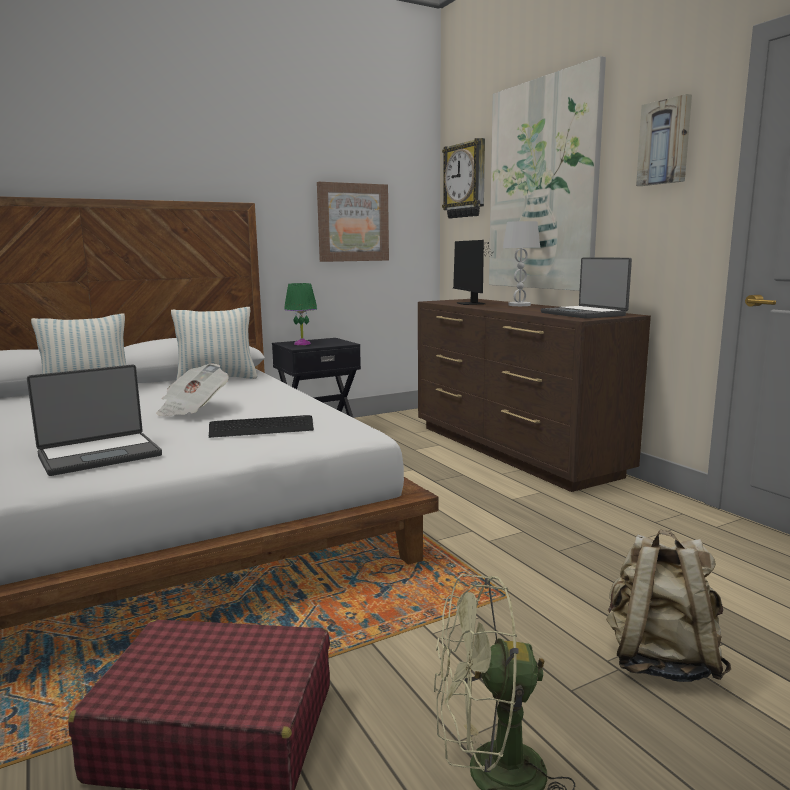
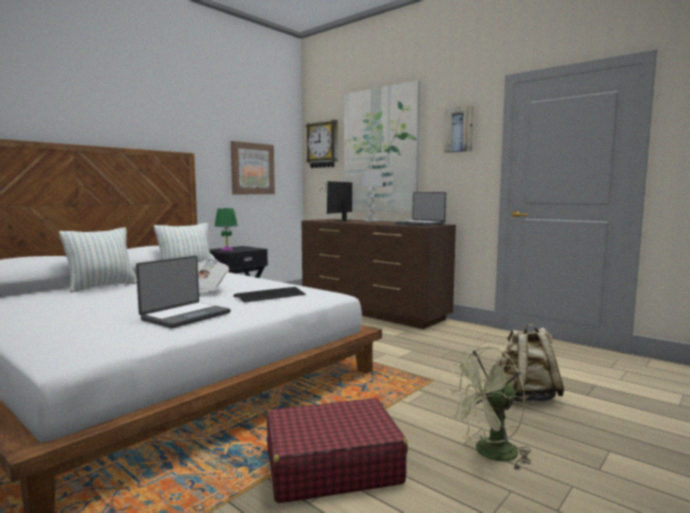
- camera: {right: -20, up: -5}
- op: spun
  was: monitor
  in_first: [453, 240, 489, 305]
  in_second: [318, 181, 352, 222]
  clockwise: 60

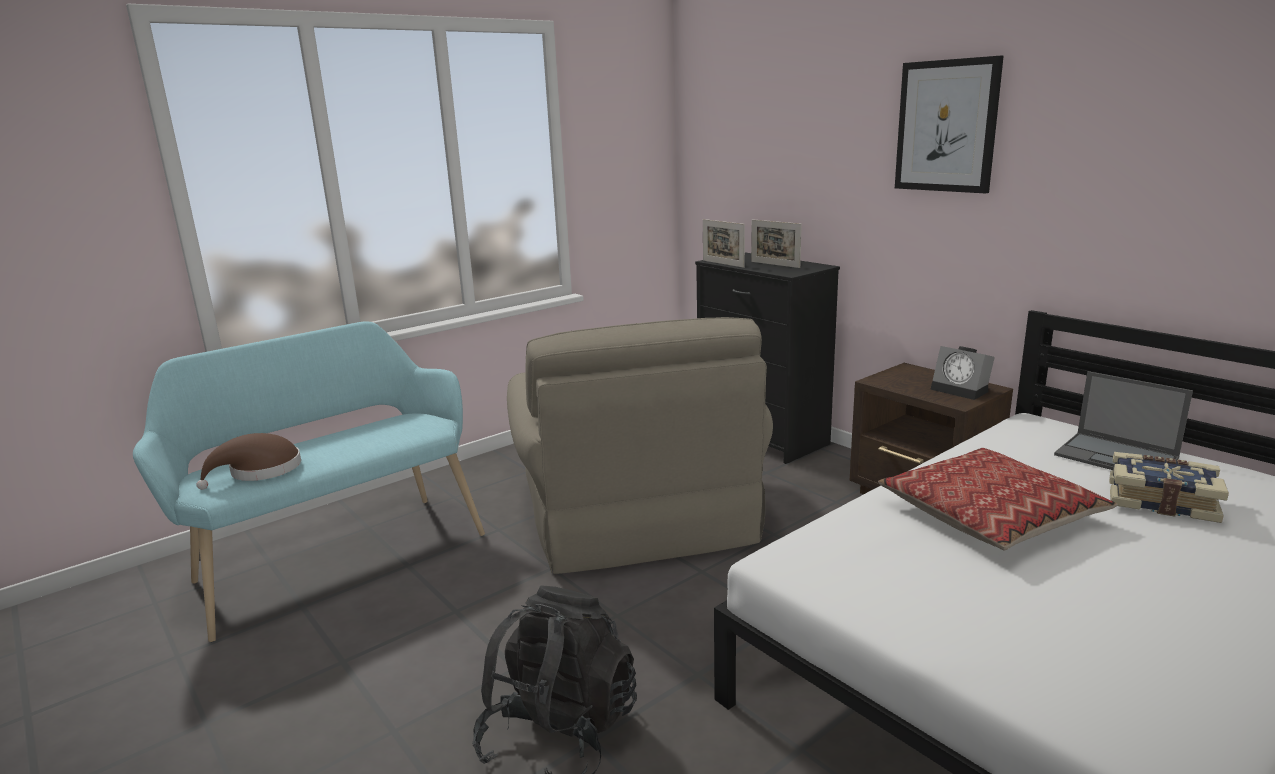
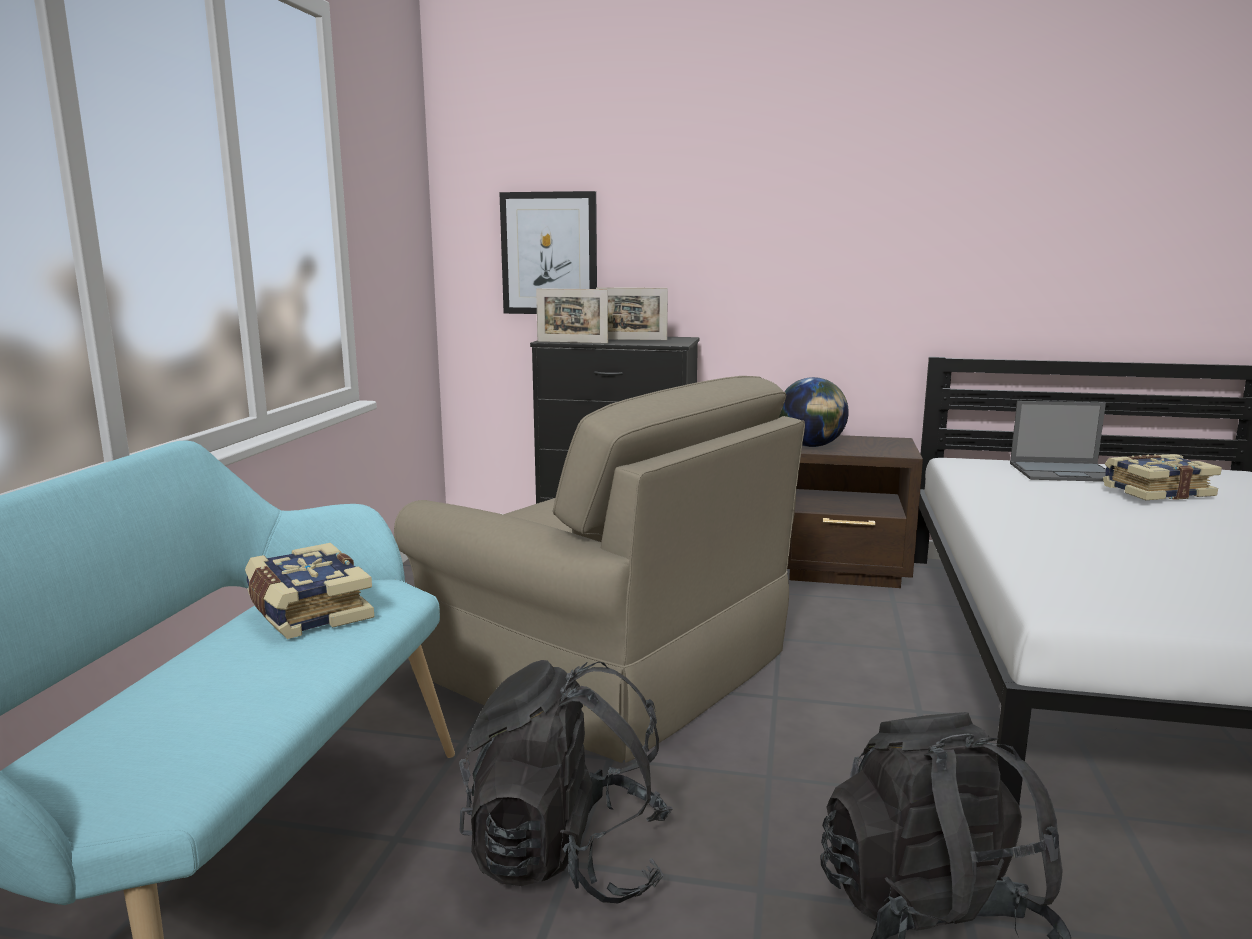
- camera: {right: -40, up: -5}
- op: relocated
  was: picture
  in_first: [895, 56, 1004, 194]
  in_second: [499, 191, 597, 314]
- op: missing
  was: alarm clock
  in_first: [930, 346, 995, 400]
- op: missing
  was: hat/brown
  in_first: [197, 433, 301, 490]
- op: missing
  was: pillow
  in_first: [878, 448, 1118, 550]
- op: appeared
  now: globe
  in_second: [779, 377, 849, 447]
- op: appeared
  now: book
  in_second: [245, 543, 374, 639]
- op: appeared
  now: backpack/black
  in_second: [459, 660, 673, 903]

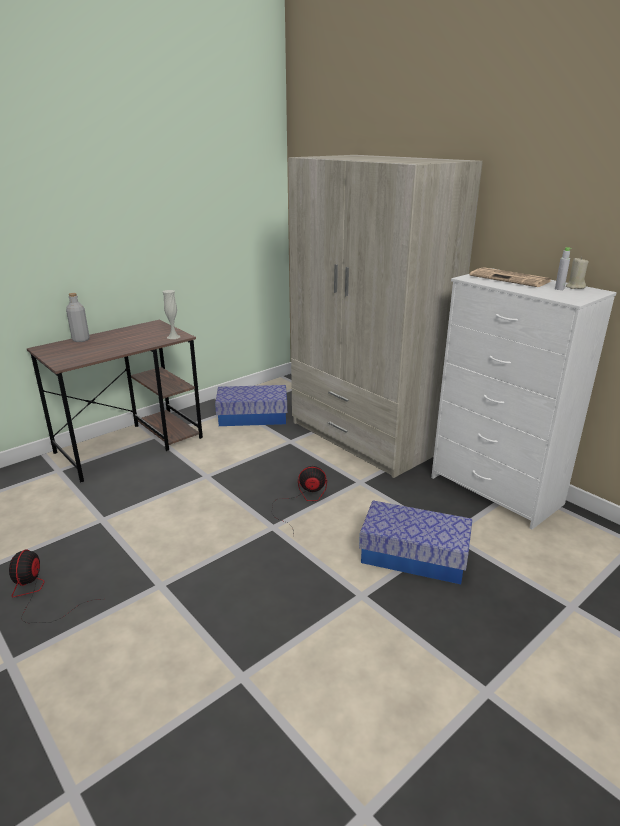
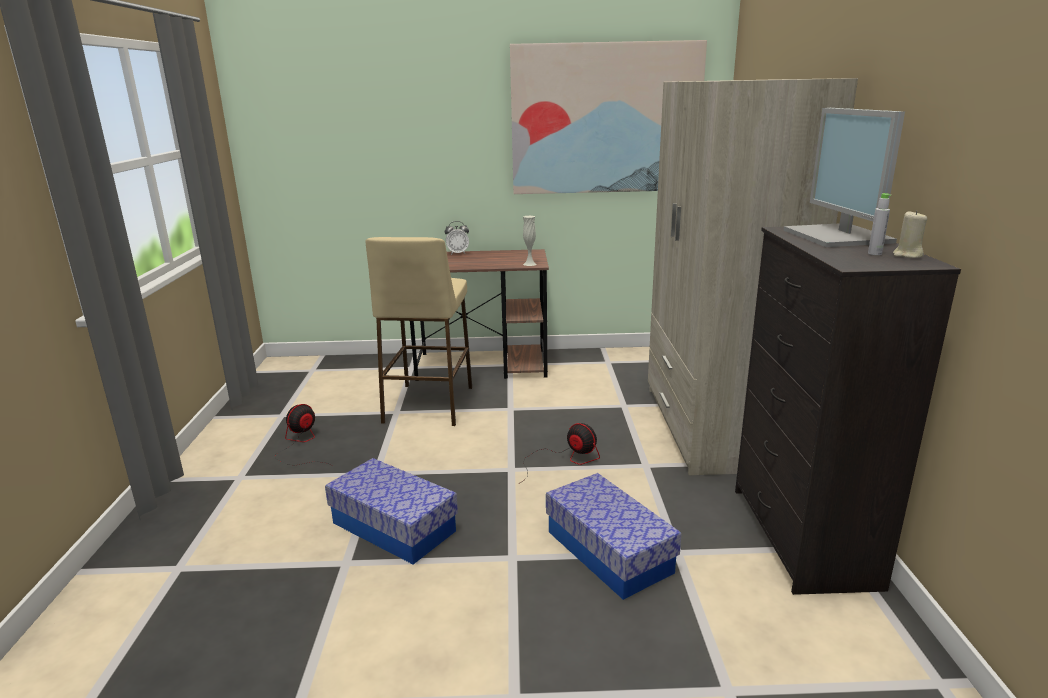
- camera: {right: 40, up: -5}
- op: exchanged
  was: newspaper
  now: monitor
  in_first: [469, 267, 551, 287]
  in_second: [784, 108, 905, 247]
- op: colour
  was: dresser/white
  now: dresser/black
  in_first: [431, 268, 617, 530]
  in_second: [735, 227, 961, 595]
- op: exchanged
  was: bottle/grey
  now: alarm clock
  in_first: [66, 293, 90, 342]
  in_second: [445, 221, 469, 255]
- op: relocated
  was: storage box
  in_first: [215, 385, 287, 426]
  in_second: [325, 458, 458, 564]
- op: appeared
  now: picture
  in_second: [510, 40, 707, 194]
- op: appeared
  now: stool/beige
  in_second: [365, 237, 472, 426]

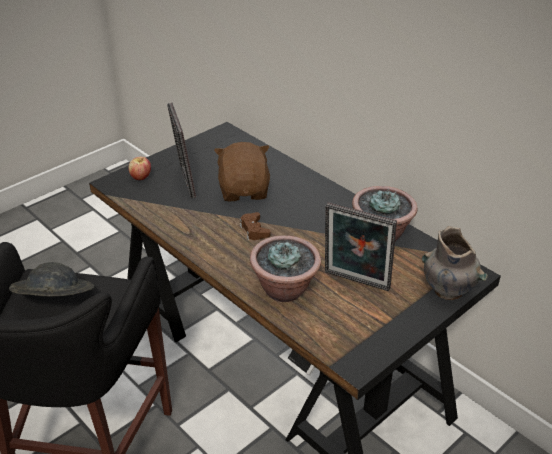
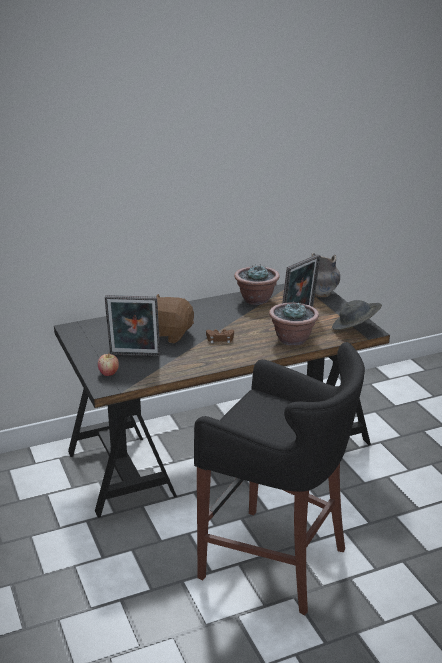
- camera: {right: -70, up: -10}
- op: relocated
  was: hat/grey
  in_first: [9, 262, 94, 297]
  in_second: [332, 300, 382, 330]

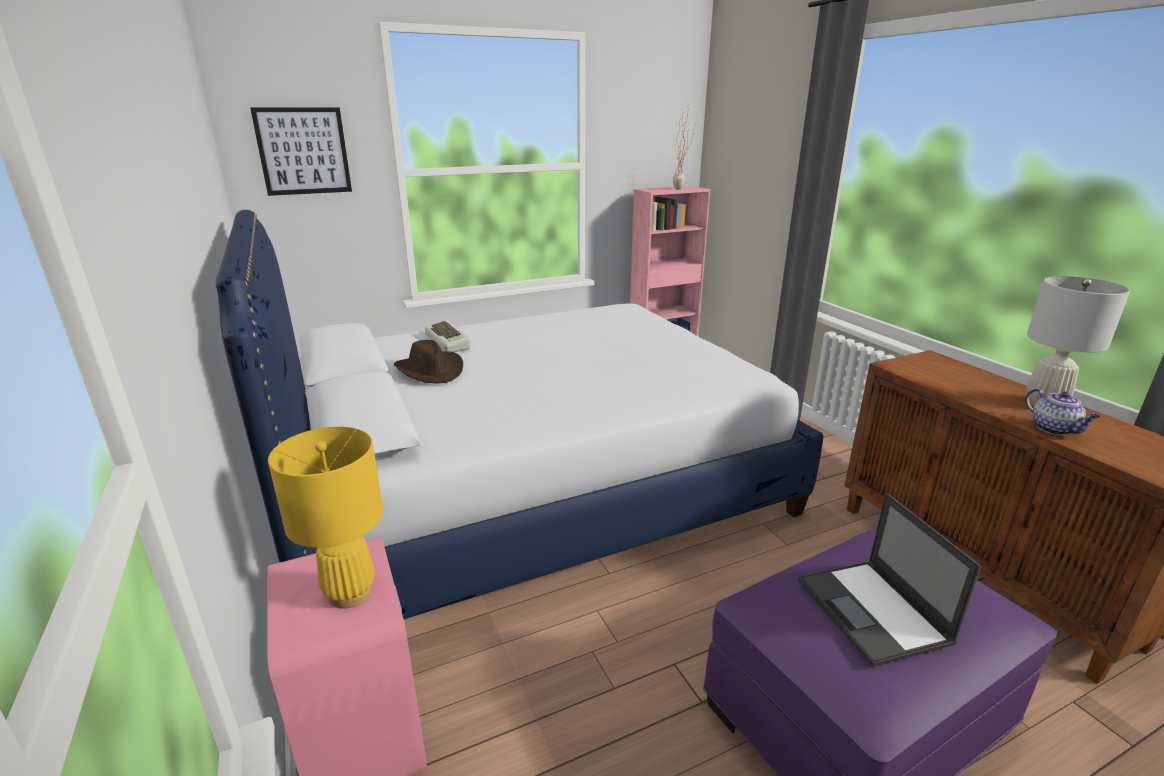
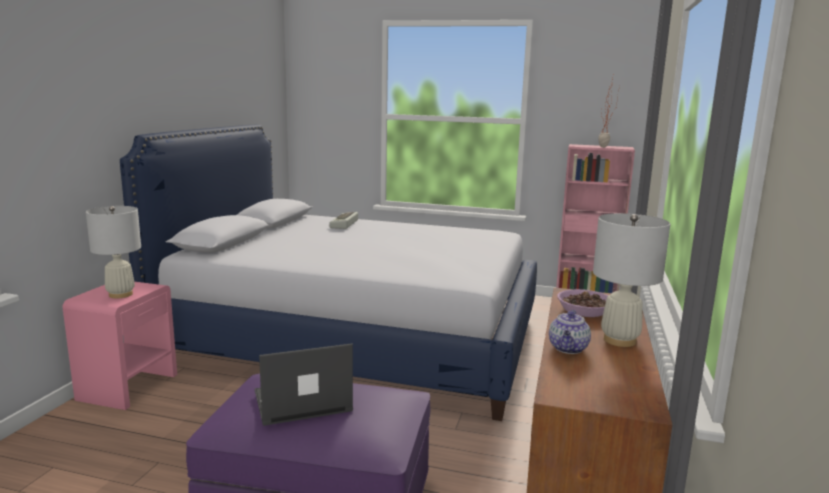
- camera: {right: 40, up: -10}
- op: missing
  was: picture
  in_first: [250, 107, 352, 196]
- op: missing
  was: hat/brown
  in_first: [394, 340, 463, 384]
- op: colour
  was: table lamp/yellow
  now: table lamp/white
  in_first: [268, 427, 383, 609]
  in_second: [86, 206, 141, 298]
- op: spun
  was: laptop
  in_first: [798, 493, 981, 667]
  in_second: [254, 343, 353, 426]
  clockwise: 45
- op: appeared
  now: bowl
  in_second: [557, 289, 608, 317]

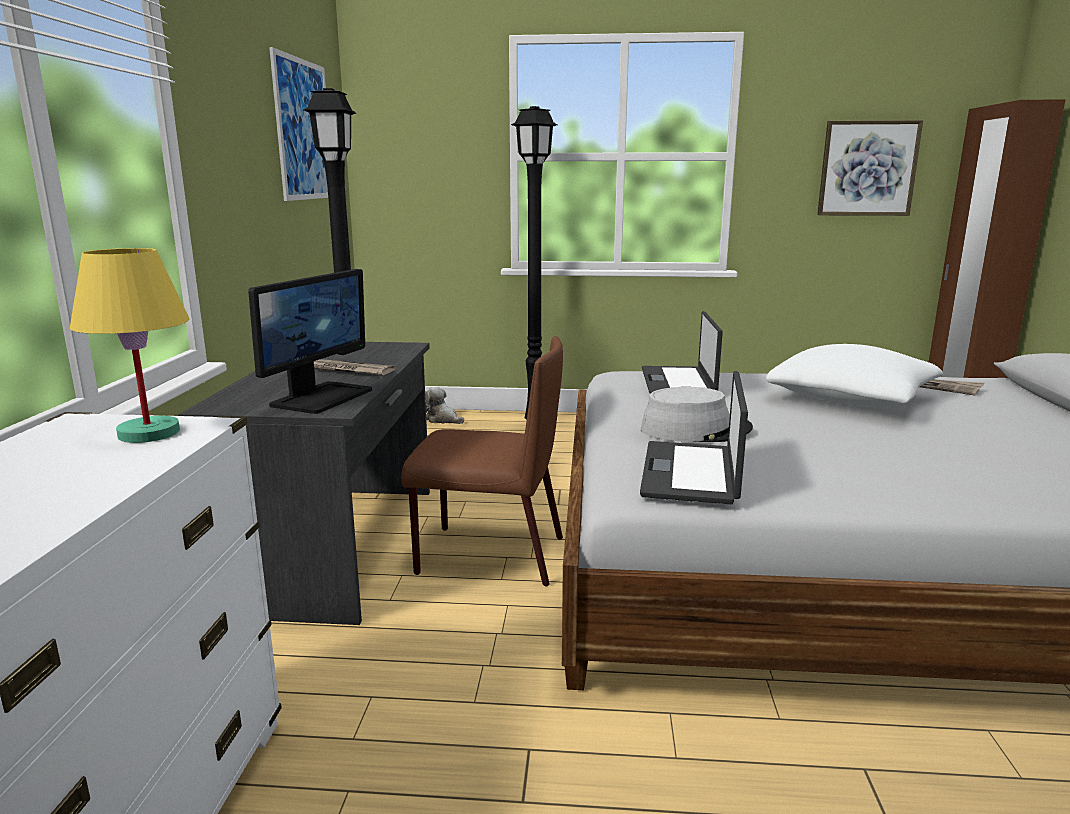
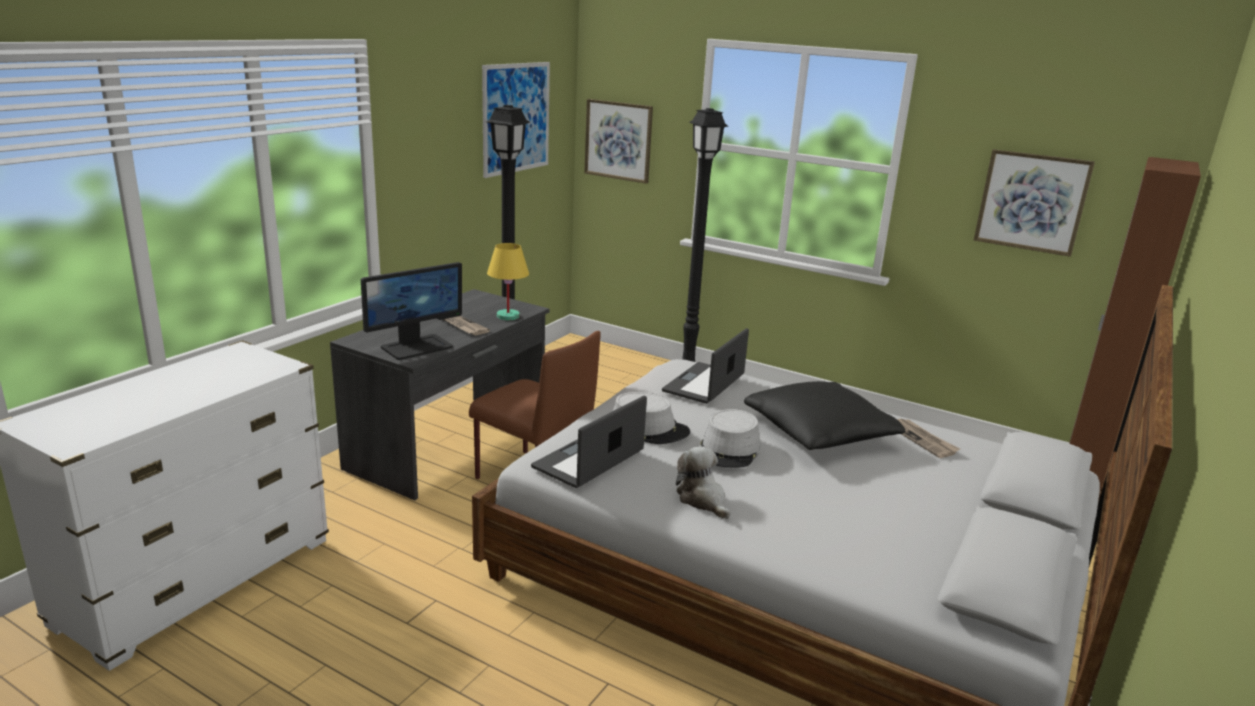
- camera: {right: 25, up: 5}
- op: relocated
  was: table lamp/yellow
  in_first: [70, 248, 190, 443]
  in_second: [487, 243, 529, 320]
- op: colour
  was: pillow/white
  now: pillow/black
  in_first: [766, 344, 943, 407]
  in_second: [744, 381, 905, 450]
- op: relocated
  was: plush toy
  in_first: [425, 387, 464, 424]
  in_second: [676, 446, 730, 519]
- op: appeared
  now: picture
  in_second: [584, 99, 653, 184]
- op: appeared
  now: hat/grey
  in_second: [700, 409, 760, 468]

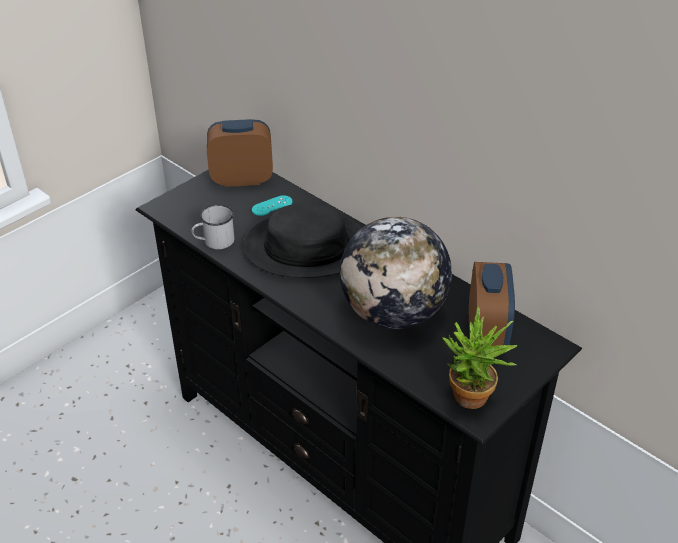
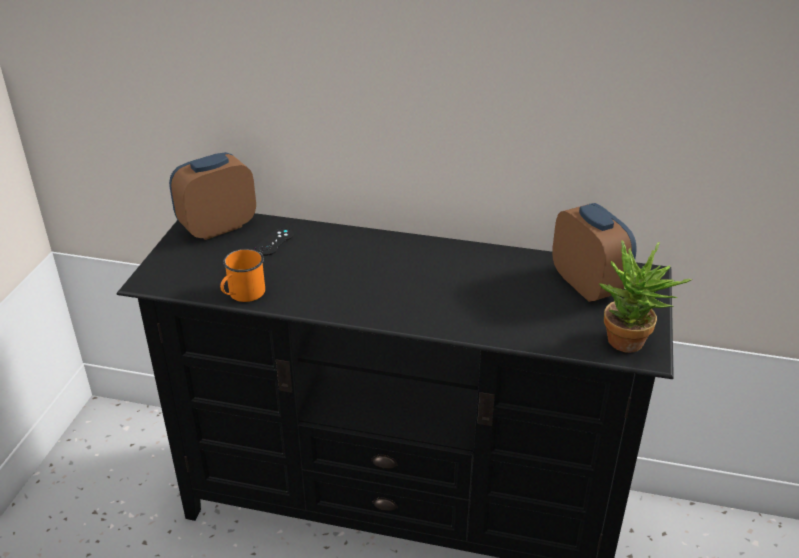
- camera: {right: -30, up: -5}
- op: colour
  was: game controller/turquoise
  now: game controller/black
  in_first: [252, 195, 292, 216]
  in_second: [255, 228, 294, 256]
- op: missing
  was: hat/black
  in_first: [244, 203, 363, 278]
- op: colour
  was: mug/white
  now: mug/orange
  in_first: [191, 205, 234, 249]
  in_second: [220, 249, 265, 302]
- op: missing
  was: globe
  in_first: [340, 217, 452, 329]

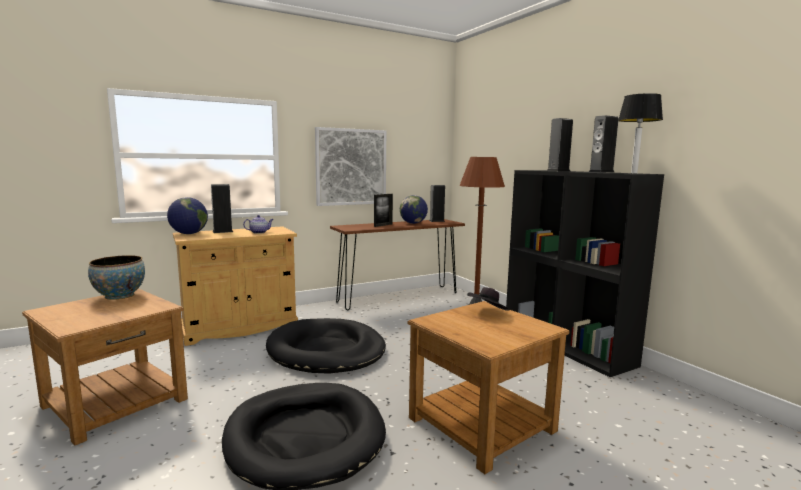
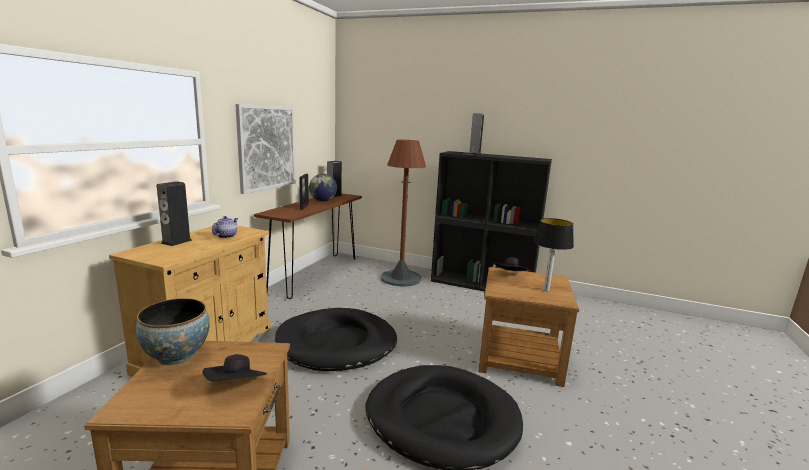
- camera: {right: -40, up: 5}
- op: relocated
  was: table lamp
  in_first: [618, 93, 663, 174]
  in_second: [534, 218, 574, 292]
- op: missing
  was: speaker
  in_first: [589, 115, 619, 172]
- op: missing
  was: globe
  in_first: [167, 197, 208, 234]
- op: appeared
  now: hat/black
  in_second: [202, 354, 267, 381]

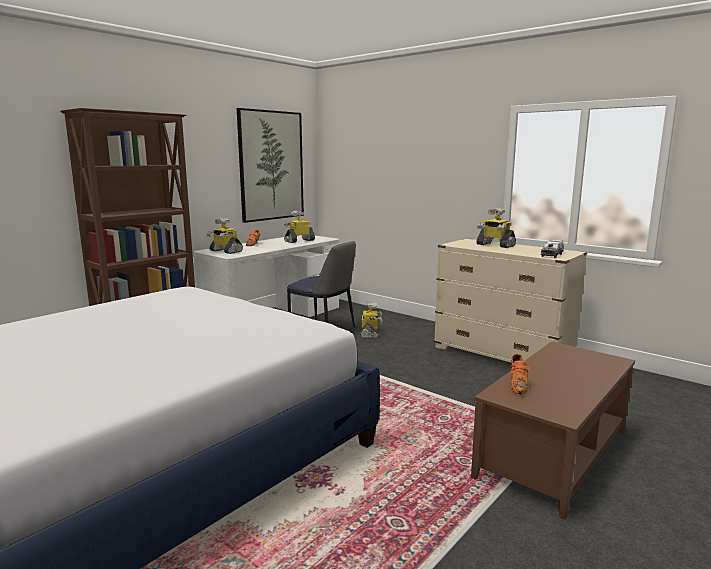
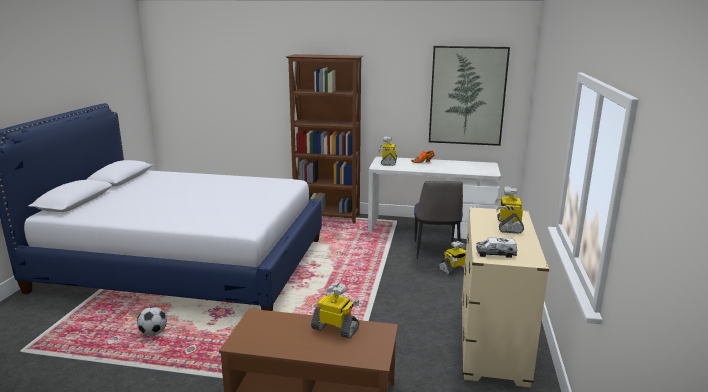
- camera: {right: 60, up: 5}
- op: relocated
  was: toy robot
  in_first: [284, 211, 315, 243]
  in_second: [311, 282, 359, 339]
- op: missing
  was: shoe/orange
  in_first: [510, 354, 530, 394]
- op: appeared
  now: football
  in_second: [137, 307, 167, 336]

